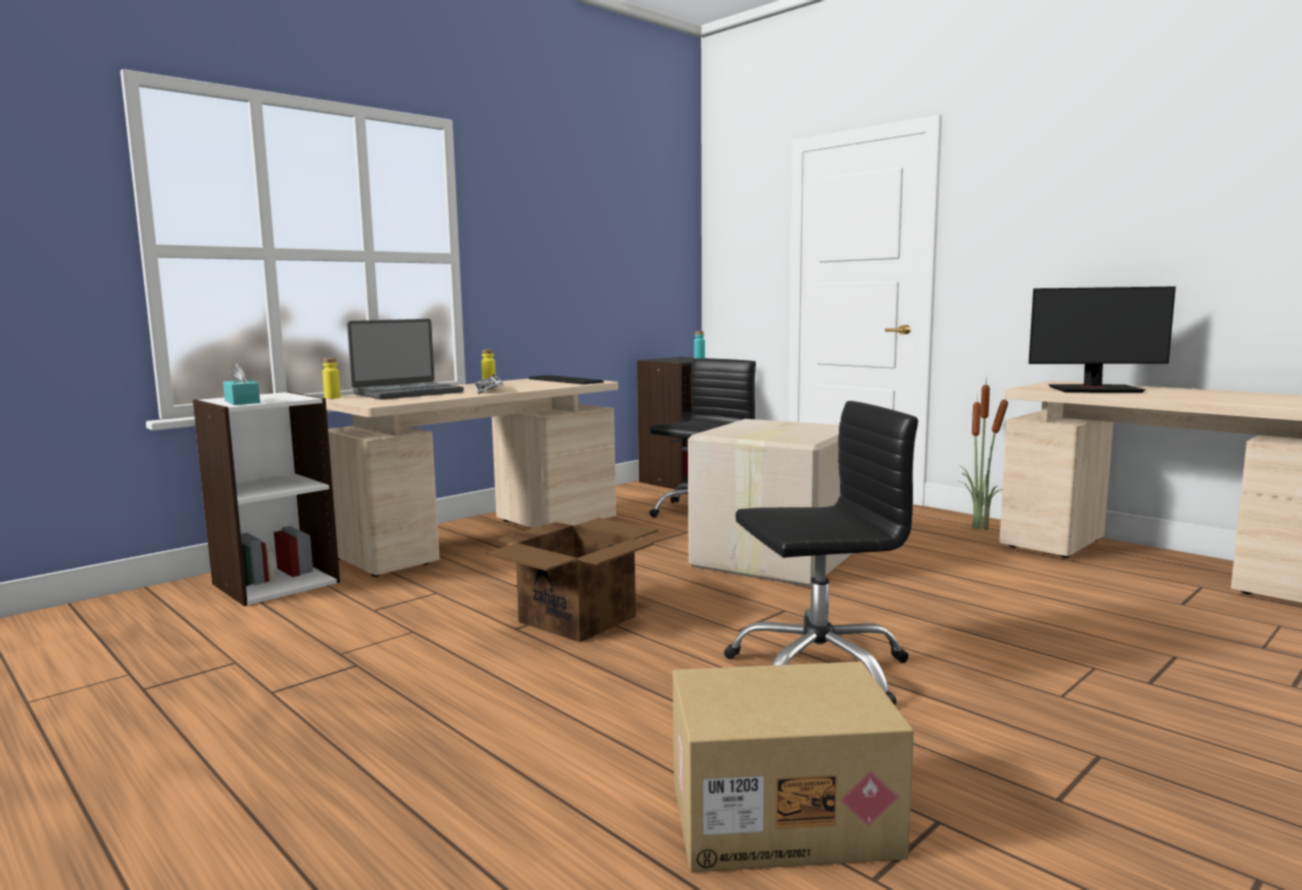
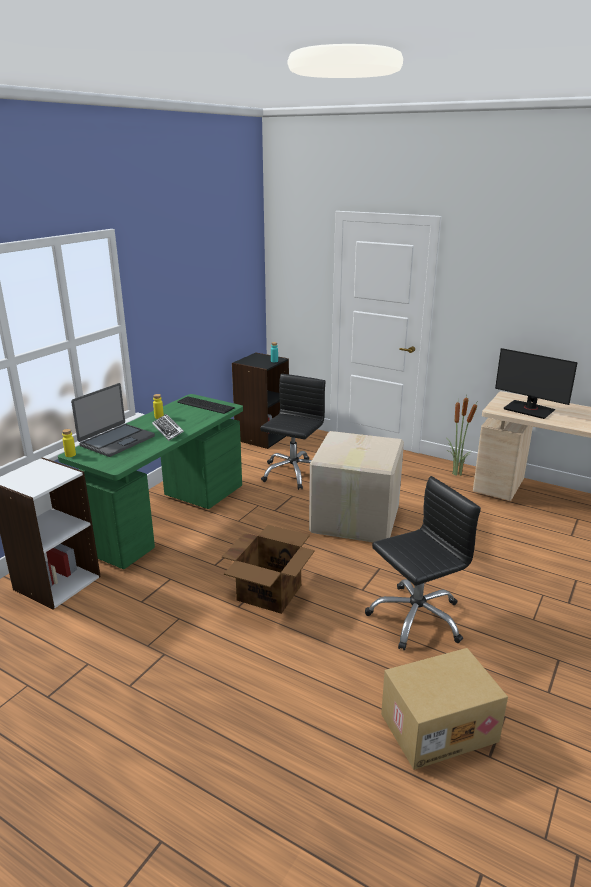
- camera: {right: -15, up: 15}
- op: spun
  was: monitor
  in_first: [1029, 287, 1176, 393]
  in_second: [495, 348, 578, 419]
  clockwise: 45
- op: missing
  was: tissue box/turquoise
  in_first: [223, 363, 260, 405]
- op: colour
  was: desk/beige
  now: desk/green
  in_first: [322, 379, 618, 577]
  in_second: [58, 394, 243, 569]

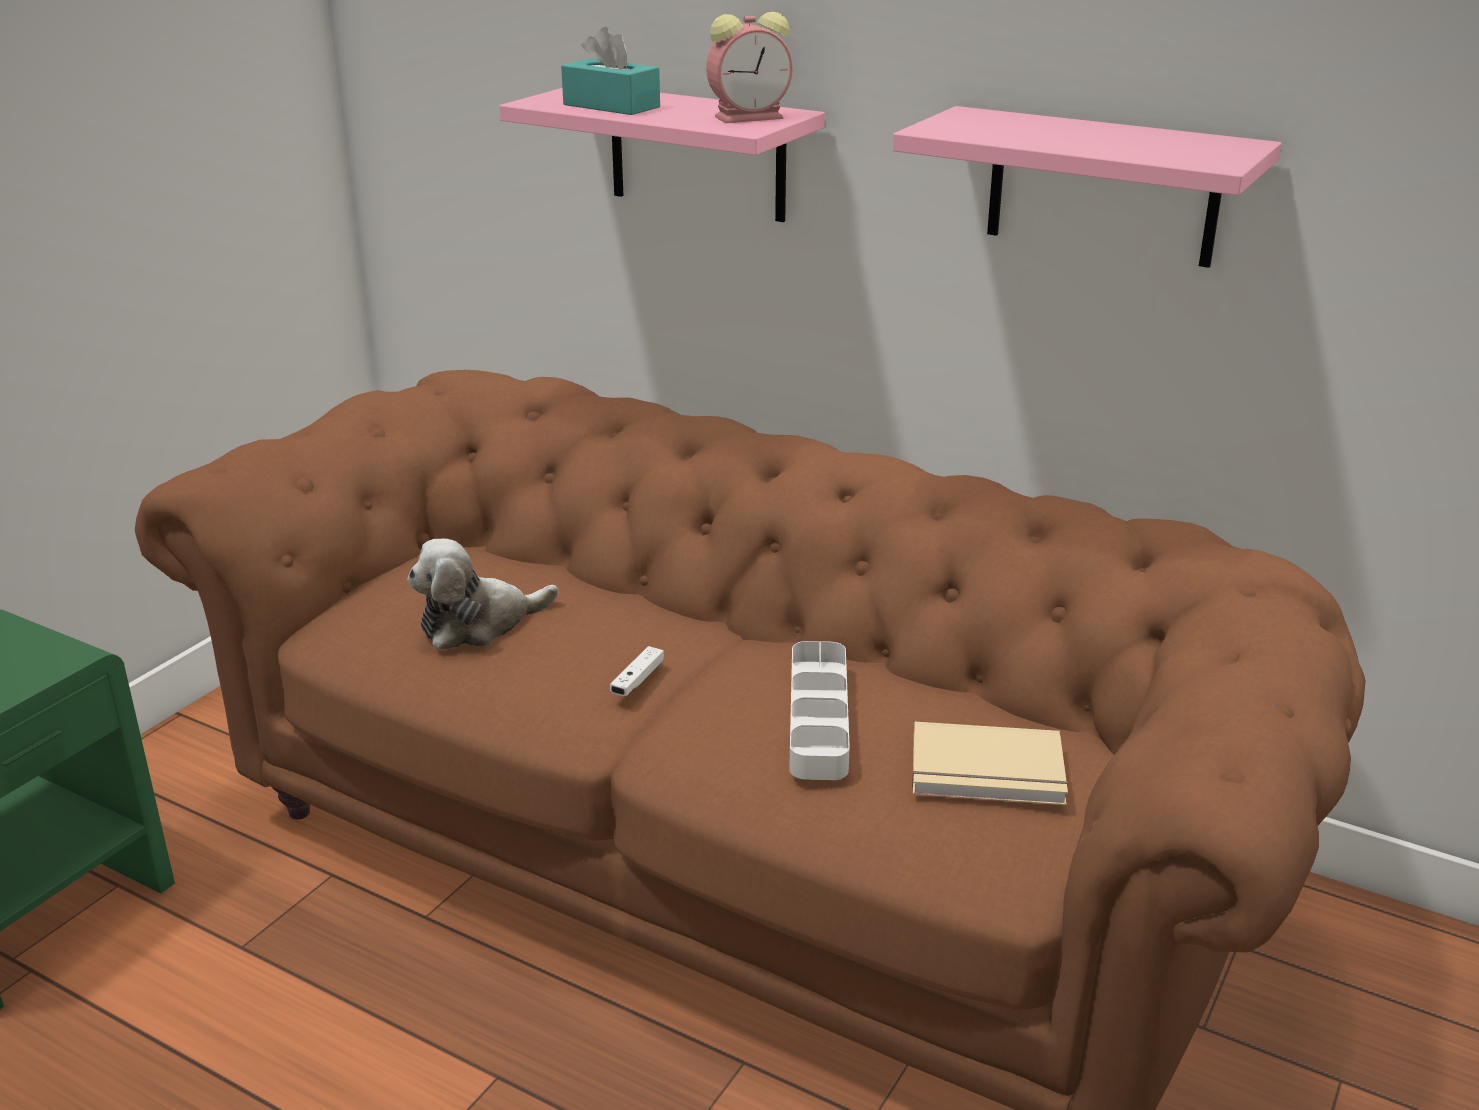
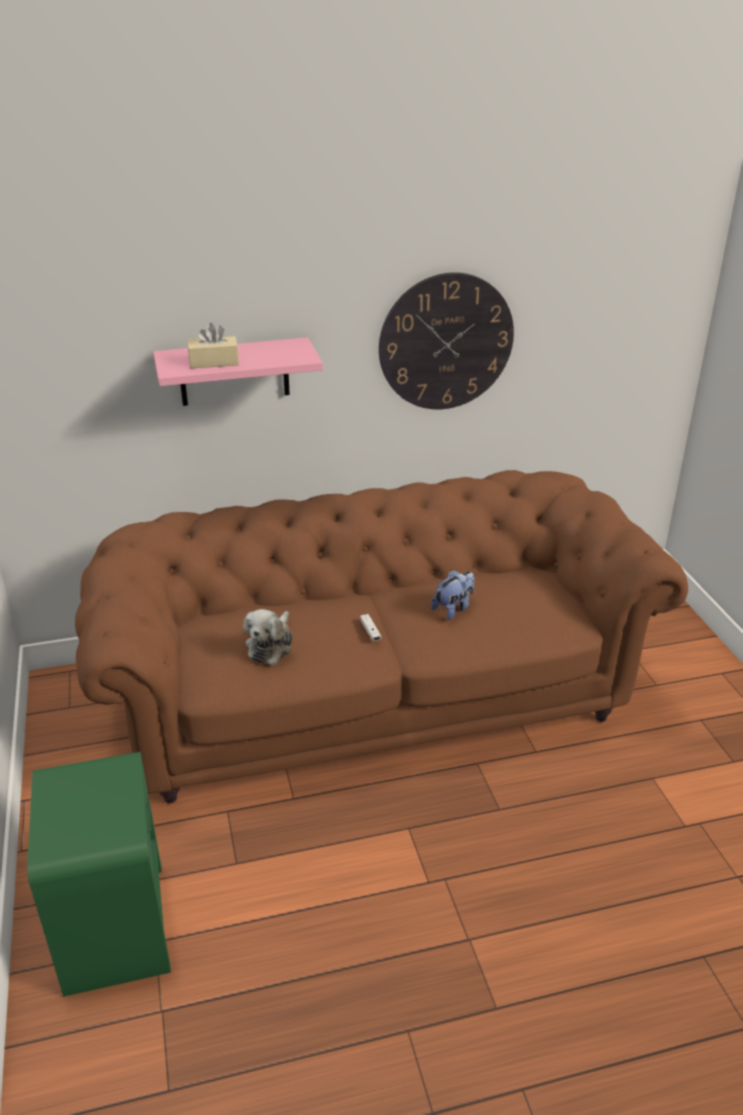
- camera: {right: -45, up: 5}
- op: missing
  was: alarm clock
  in_first: [706, 12, 793, 123]
- op: colour
  was: tissue box/turquoise
  now: tissue box/beige
  in_first: [561, 27, 660, 115]
  in_second: [188, 323, 239, 369]
- op: exchanged
  was: shelf/pink
  now: wall clock
  in_first: [893, 106, 1282, 268]
  in_second: [379, 272, 514, 409]
- op: exchanged
  was: tray/grey
  now: plush toy
  in_first: [789, 641, 850, 780]
  in_second: [431, 570, 475, 620]
- op: missing
  was: book/beige
  in_first: [912, 722, 1068, 805]

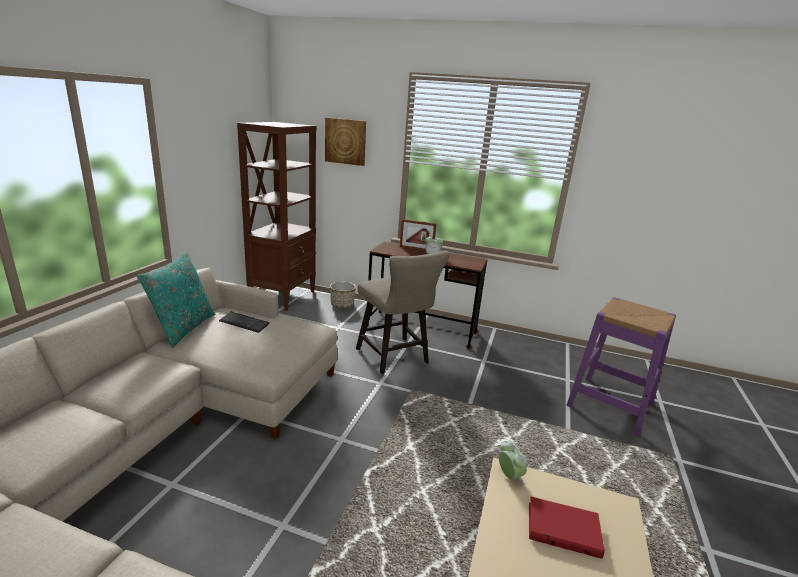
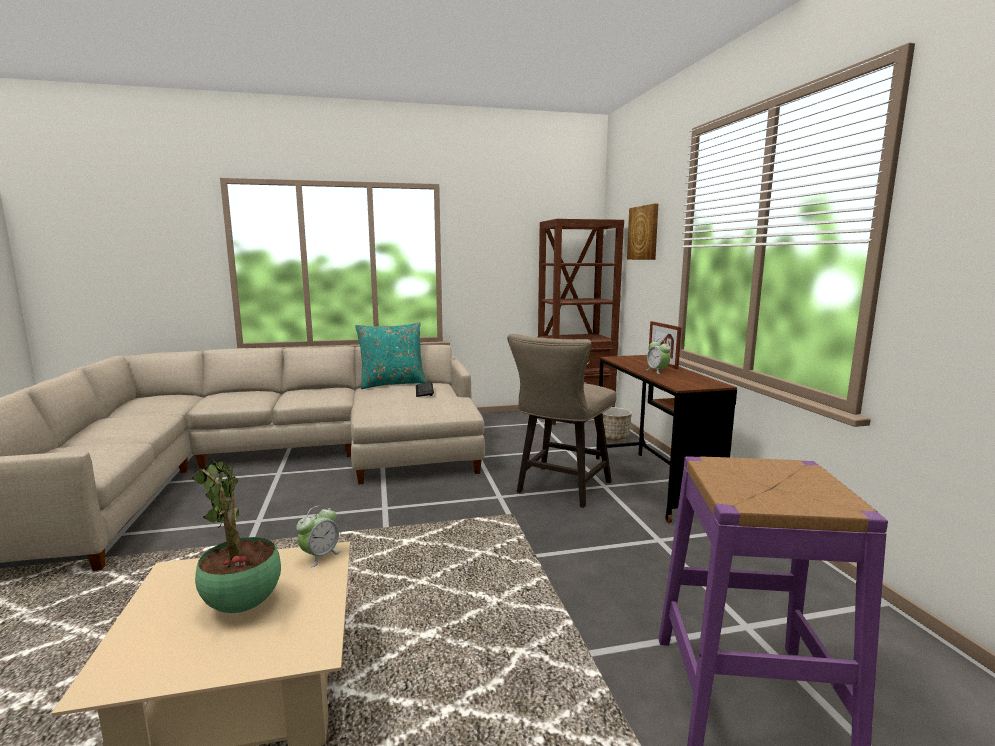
- camera: {right: 60, up: -10}
- op: exchanged
  was: book/red
  now: potted plant
  in_first: [529, 496, 605, 559]
  in_second: [192, 459, 281, 613]

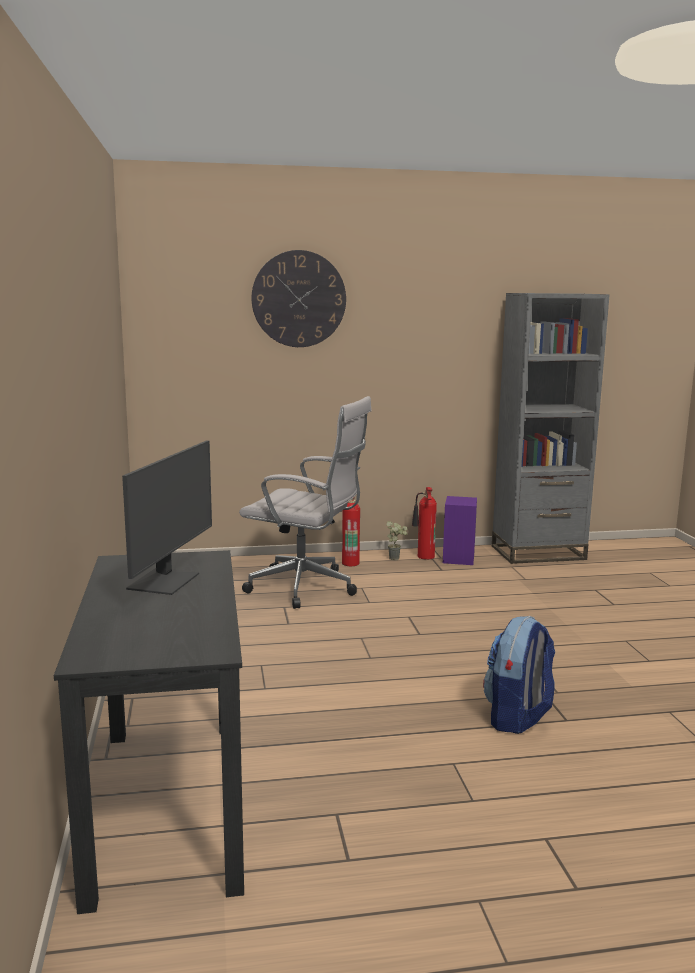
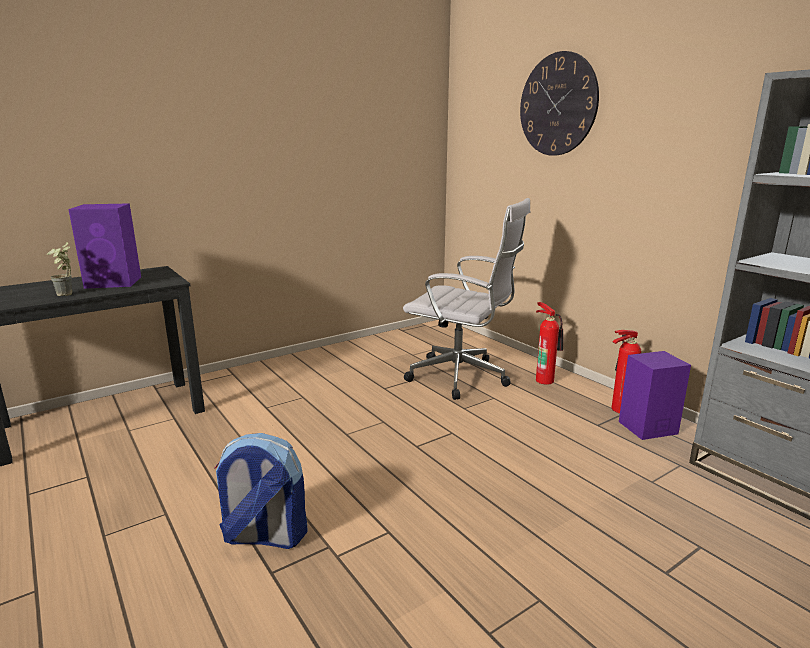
- camera: {right: 65, up: 5}
- op: spun
  was: office chair/white
  in_first: [239, 396, 372, 609]
  in_second: [403, 198, 530, 400]
  clockwise: -60
- op: exchanged
  was: monitor
  now: speaker/purple
  in_first: [122, 440, 212, 595]
  in_second: [68, 203, 141, 289]
- op: relocated
  was: potted plant
  in_first: [386, 521, 407, 560]
  in_second: [47, 242, 72, 296]

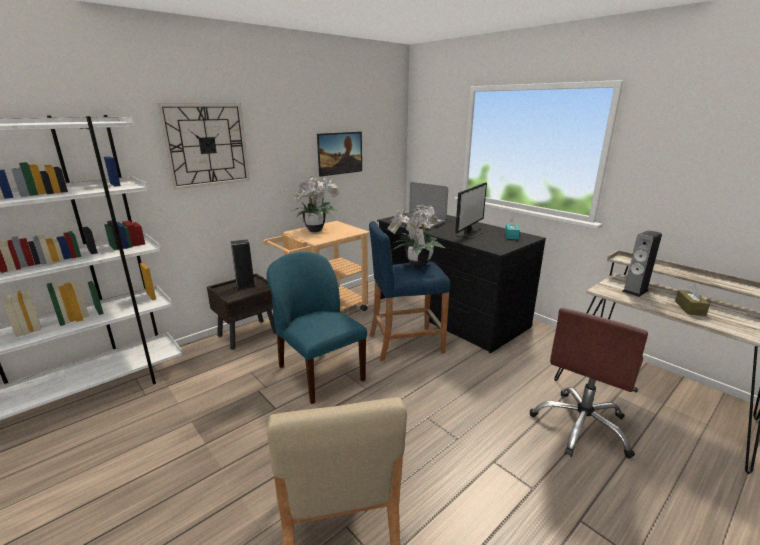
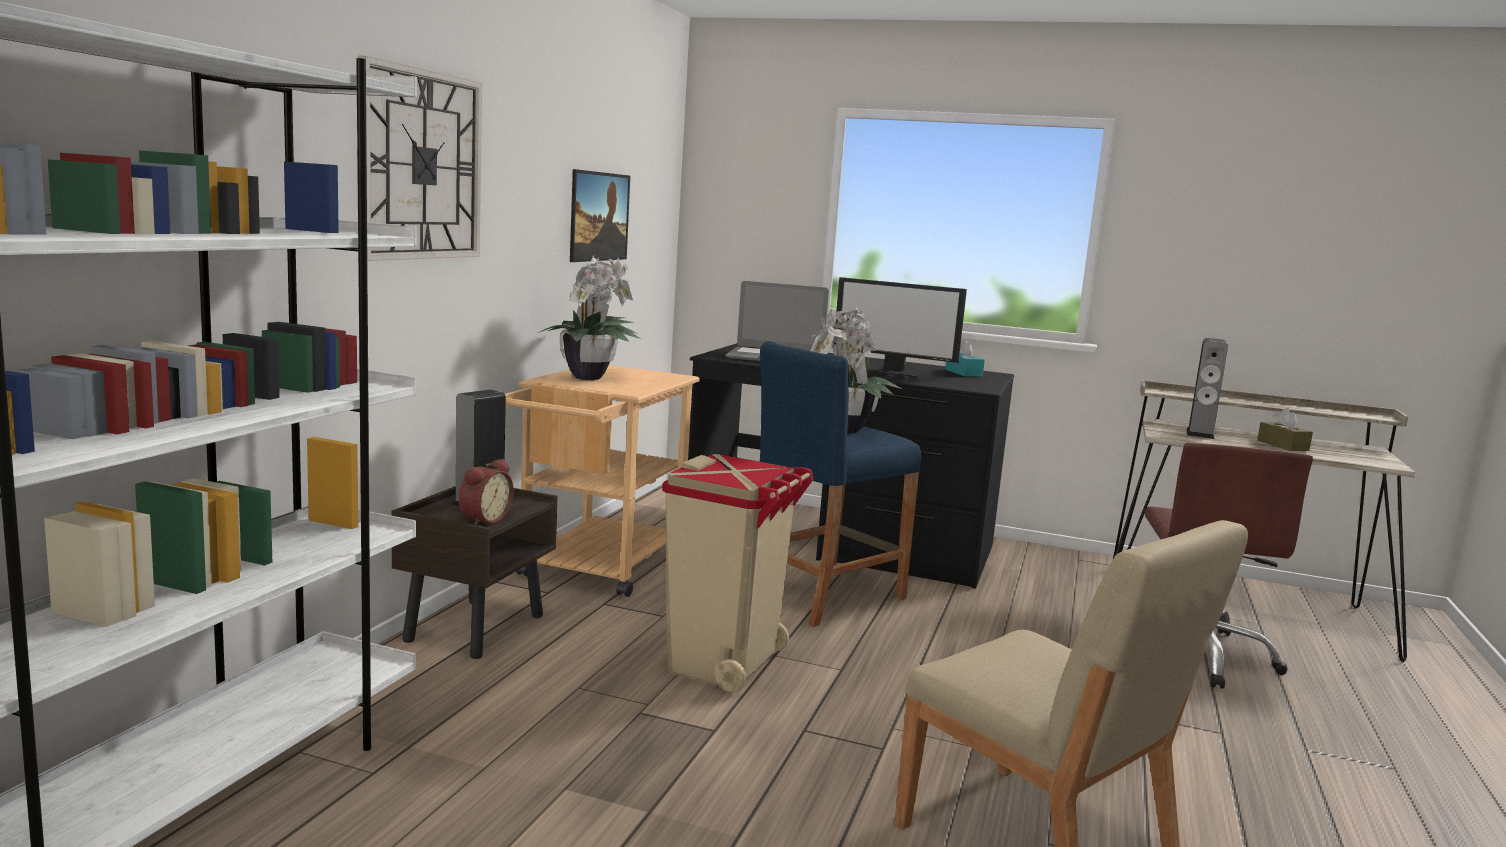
- camera: {right: -30, up: -10}
- op: spun
  was: monitor
  in_first: [455, 182, 487, 239]
  in_second: [833, 277, 967, 377]
  clockwise: 105
- op: exchanged
  was: chair/blue
  now: trash can/beige
  in_first: [267, 252, 367, 404]
  in_second: [662, 454, 813, 692]
- op: appeared
  now: alarm clock
  in_second: [459, 459, 514, 525]

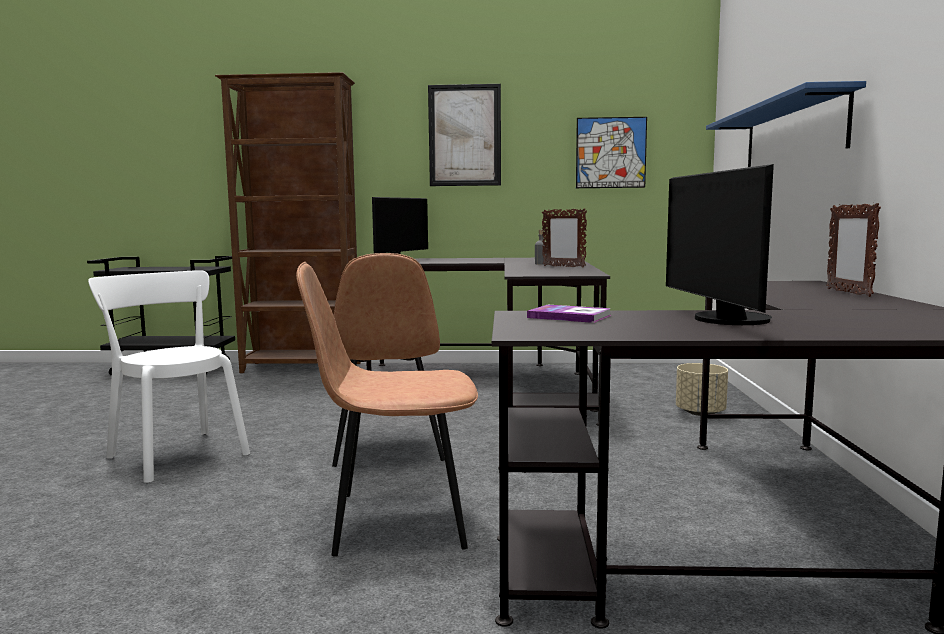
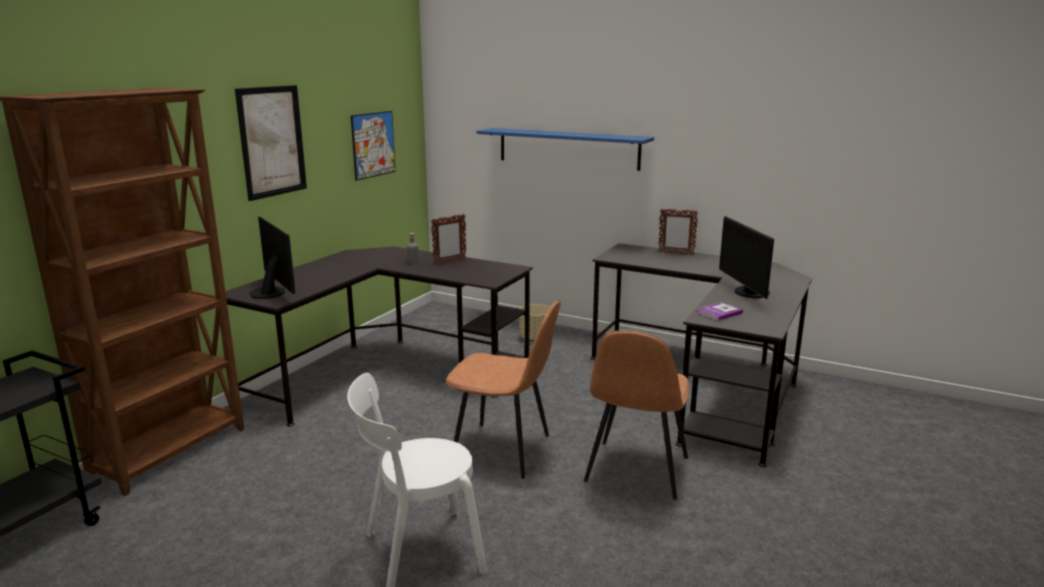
- camera: {right: -65, up: 10}
- op: spun
  was: monitor
  in_first: [666, 164, 774, 325]
  in_second: [719, 216, 774, 299]
  clockwise: 60

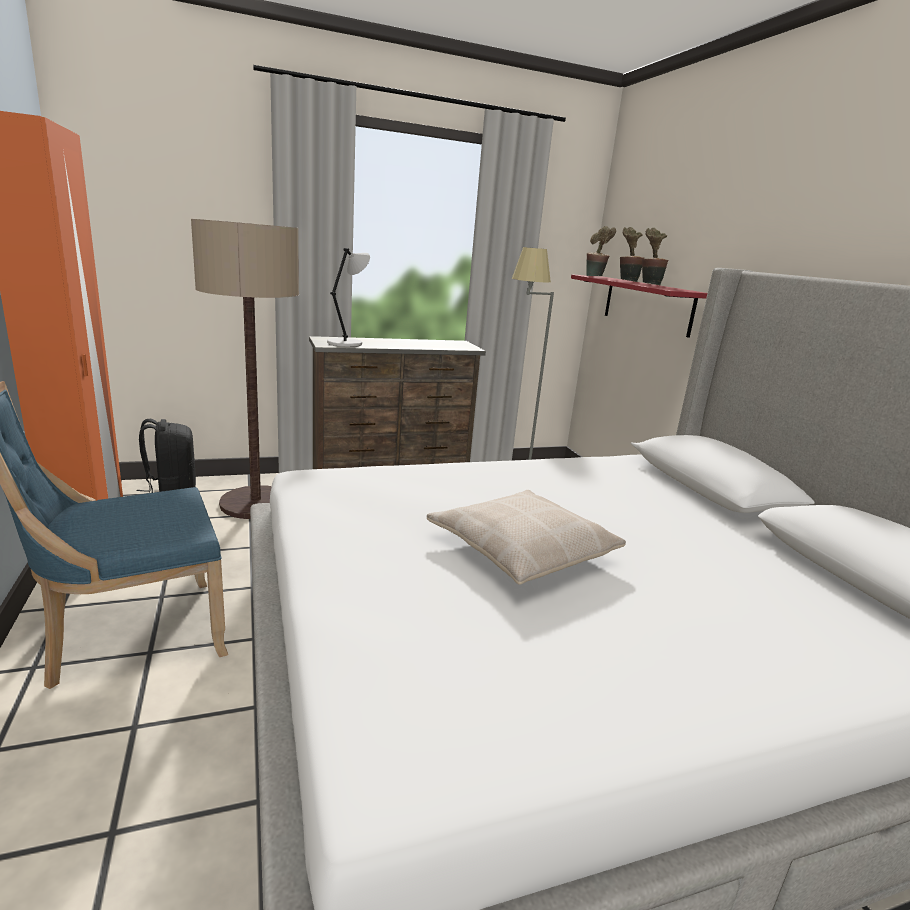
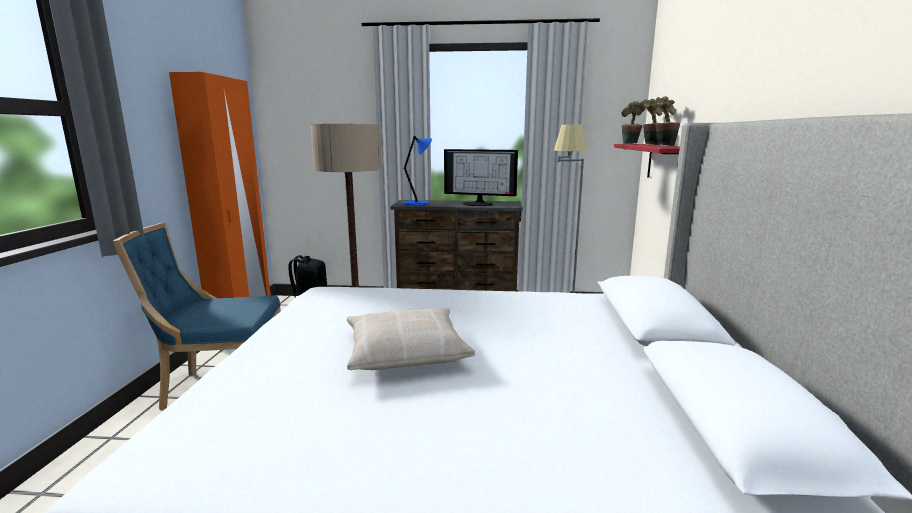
- camera: {right: 25, up: -5}
- op: colour
  was: table lamp/grey
  now: table lamp/blue
  in_first: [327, 248, 370, 347]
  in_second: [403, 136, 432, 206]
- op: appeared
  now: monitor
  in_second: [444, 149, 518, 206]

